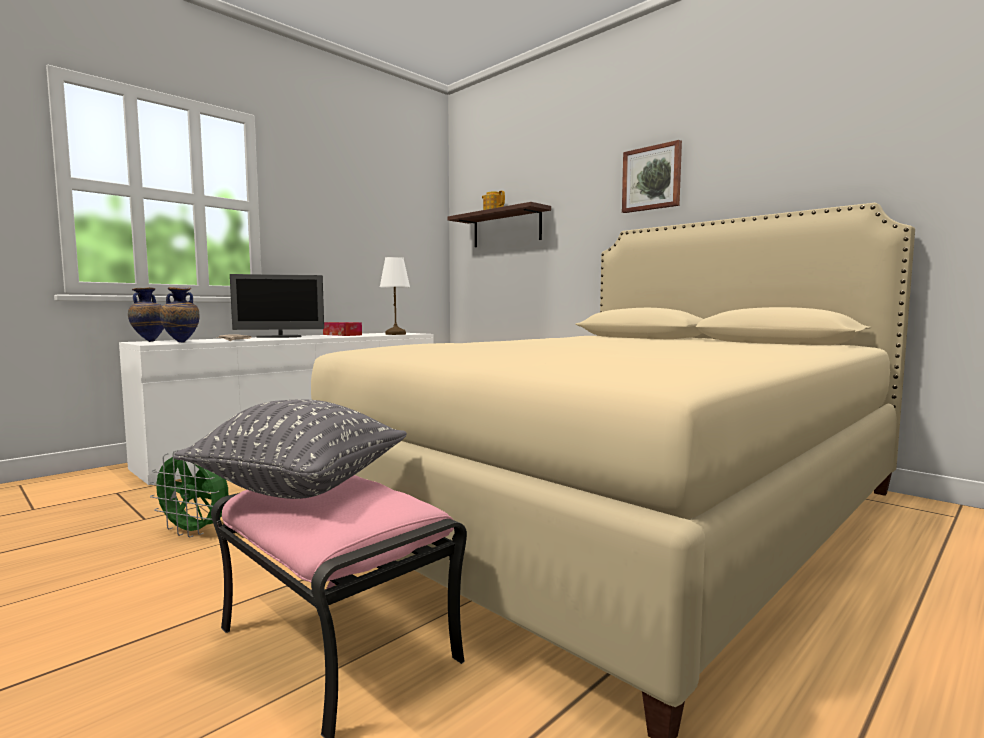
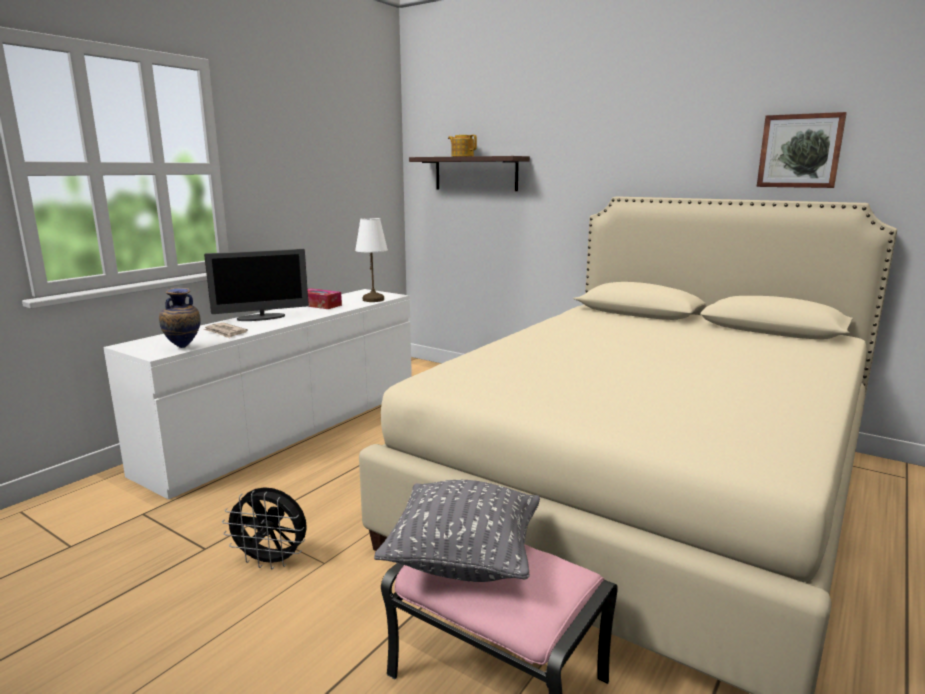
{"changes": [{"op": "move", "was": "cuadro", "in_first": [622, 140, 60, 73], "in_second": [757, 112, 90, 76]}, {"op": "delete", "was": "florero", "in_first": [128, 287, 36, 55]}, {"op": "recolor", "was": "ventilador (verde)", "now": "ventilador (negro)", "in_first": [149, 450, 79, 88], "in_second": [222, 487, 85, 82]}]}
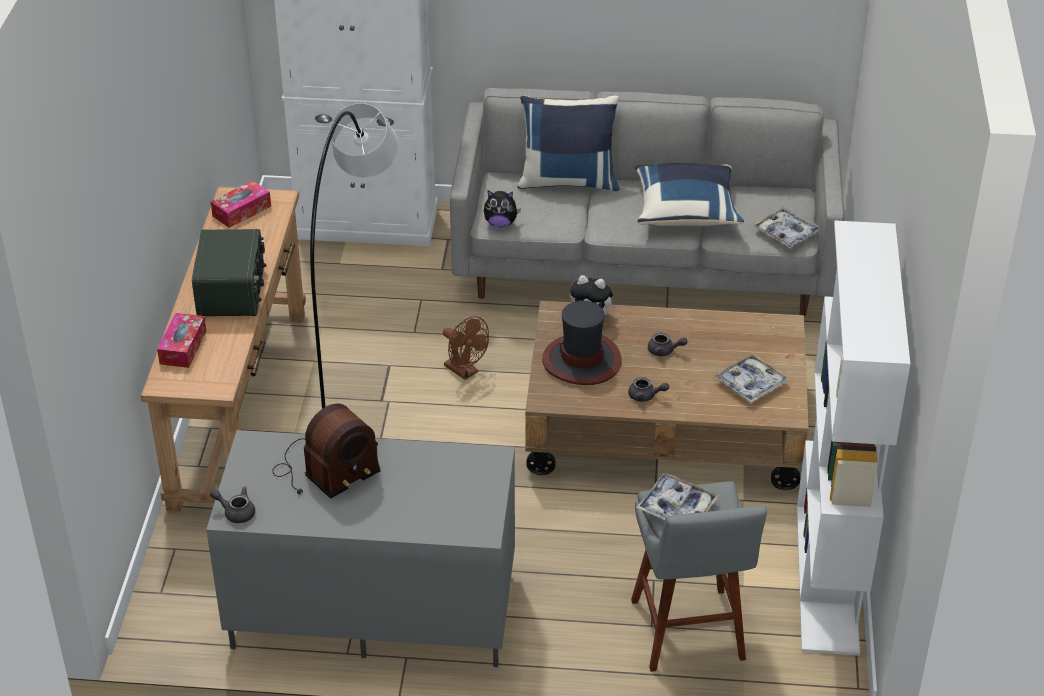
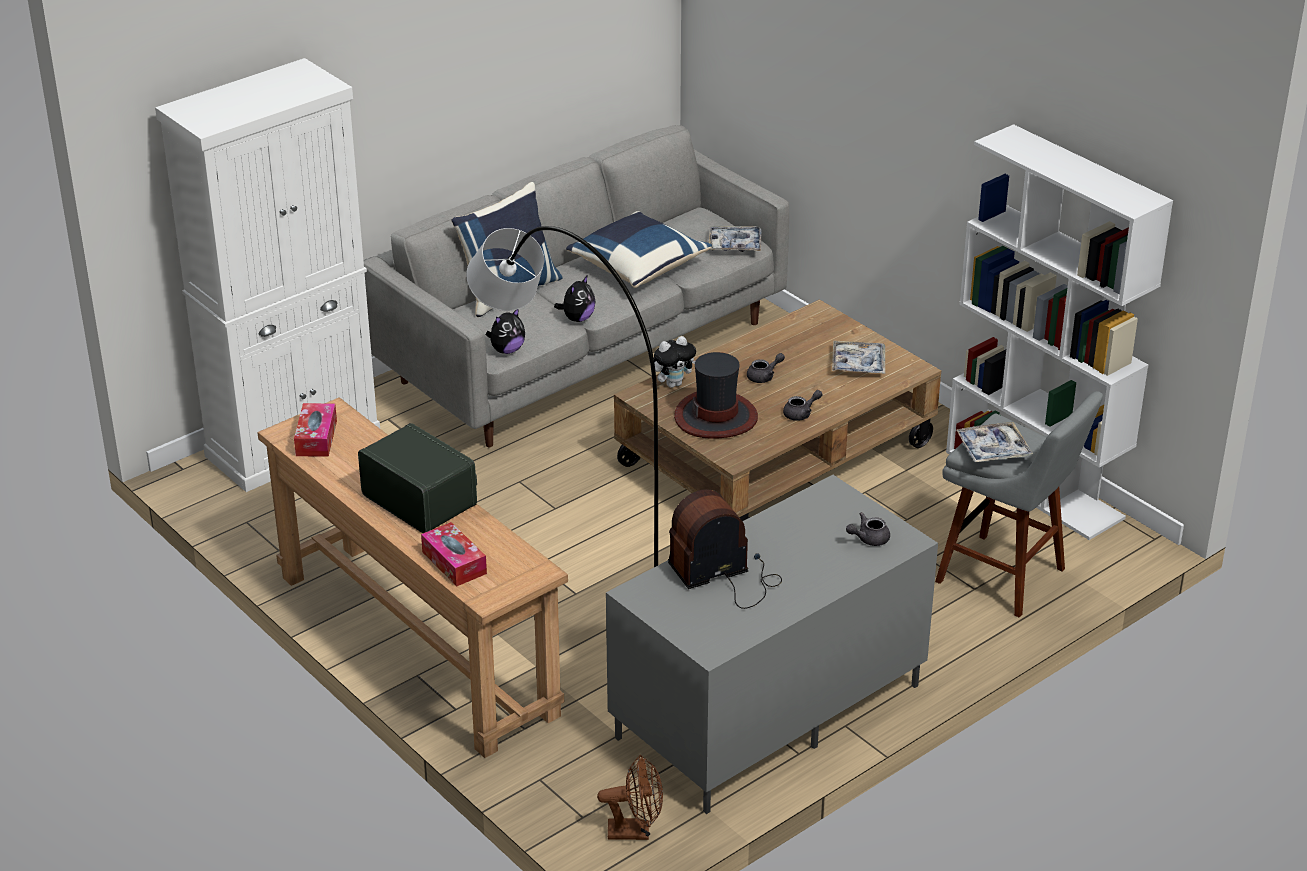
{"changes": [{"op": "move", "was": "ventilador (marrón)", "in_first": [443, 316, 46, 64], "in_second": [597, 755, 66, 85]}, {"op": "rotate", "was": "radio", "in_first": [272, 403, 109, 96], "in_second": [668, 489, 114, 120], "clockwise": -120}, {"op": "move", "was": "tetera (gris)", "in_first": [210, 487, 45, 36], "in_second": [846, 512, 44, 34]}, {"op": "insert", "now": "peluche", "in_second": [554, 275, 41, 47]}]}
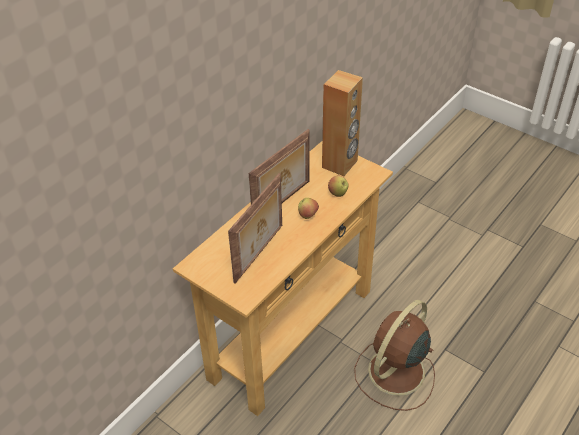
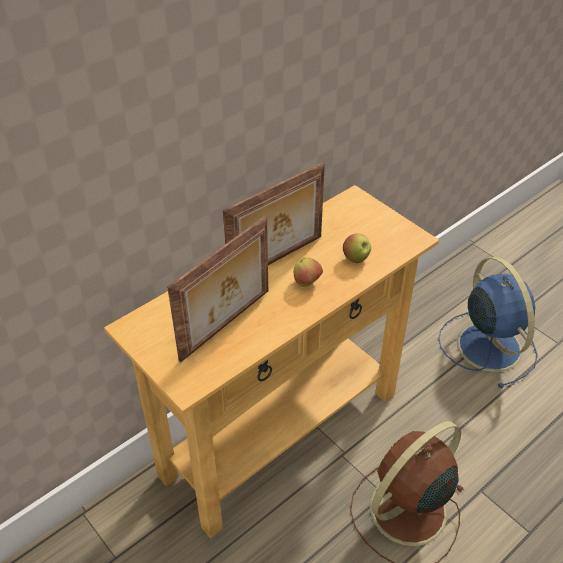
{"changes": [{"op": "delete", "was": "altavoz (marrón)", "in_first": [322, 70, 41, 106]}, {"op": "insert", "now": "ventilador (azul)", "in_second": [438, 257, 100, 131]}]}
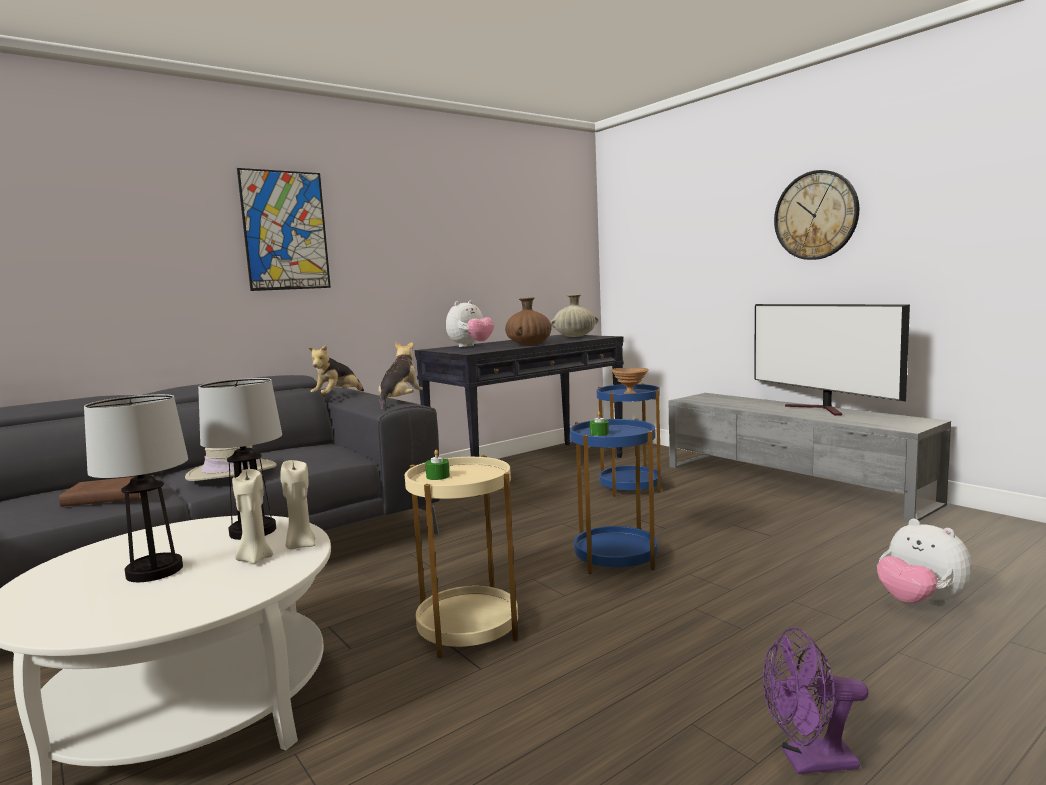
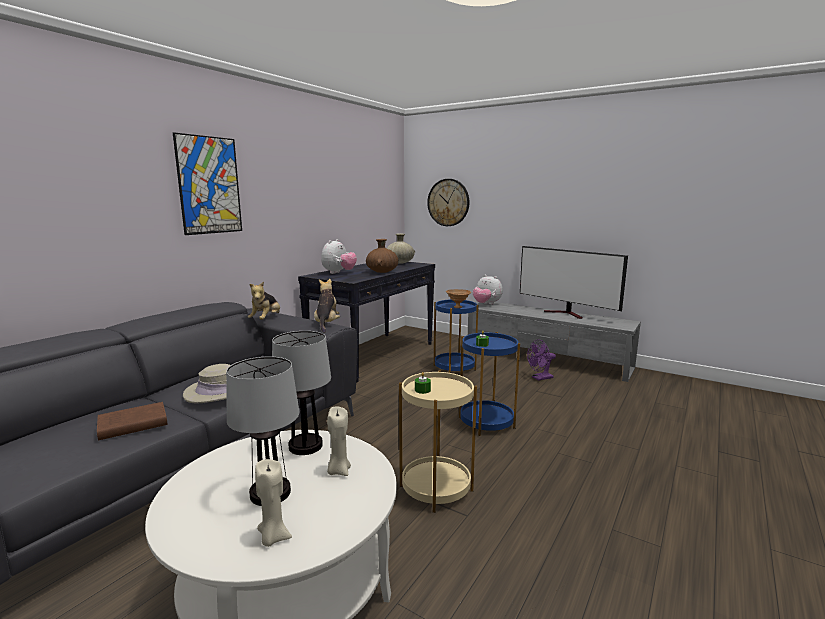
{"changes": [{"op": "move", "was": "reloj de pared", "in_first": [774, 170, 85, 90], "in_second": [427, 179, 43, 47]}, {"op": "move", "was": "vela (beis)", "in_first": [280, 460, 35, 89], "in_second": [255, 459, 37, 88]}, {"op": "move", "was": "peluche", "in_first": [877, 519, 96, 87], "in_second": [473, 275, 30, 30]}, {"op": "move", "was": "ventilador (morado)", "in_first": [763, 627, 105, 147], "in_second": [527, 340, 29, 41]}]}
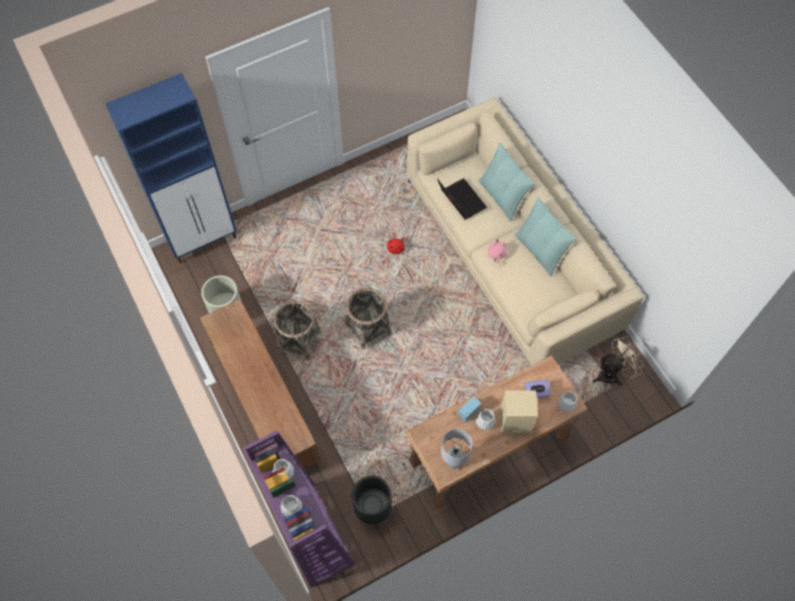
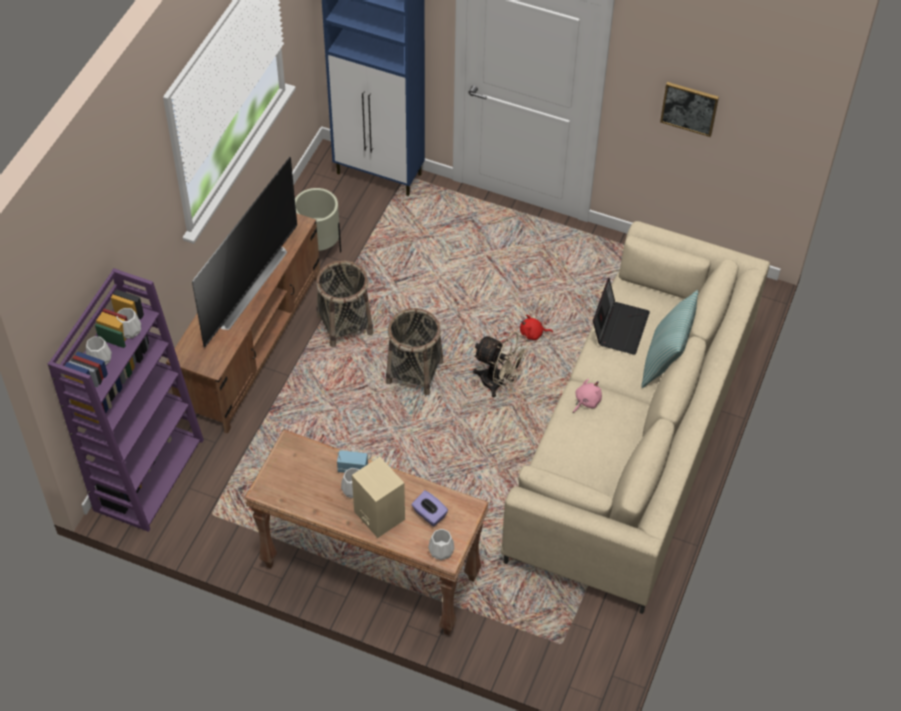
{"changes": [{"op": "delete", "was": "cojín", "in_first": [514, 197, 63, 79]}, {"op": "move", "was": "ventilador (beis)", "in_first": [593, 336, 51, 50], "in_second": [473, 332, 56, 66]}, {"op": "delete", "was": "lámpara de mesa (gris)", "in_first": [441, 429, 32, 39]}, {"op": "delete", "was": "maceta (negro)", "in_first": [352, 476, 40, 53]}, {"op": "insert", "now": "cuadro", "in_second": [660, 82, 59, 55]}, {"op": "insert", "now": "televisor", "in_second": [192, 157, 105, 191]}]}
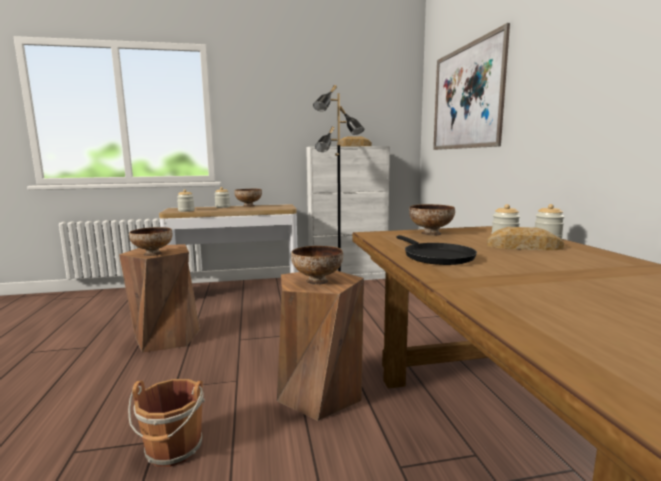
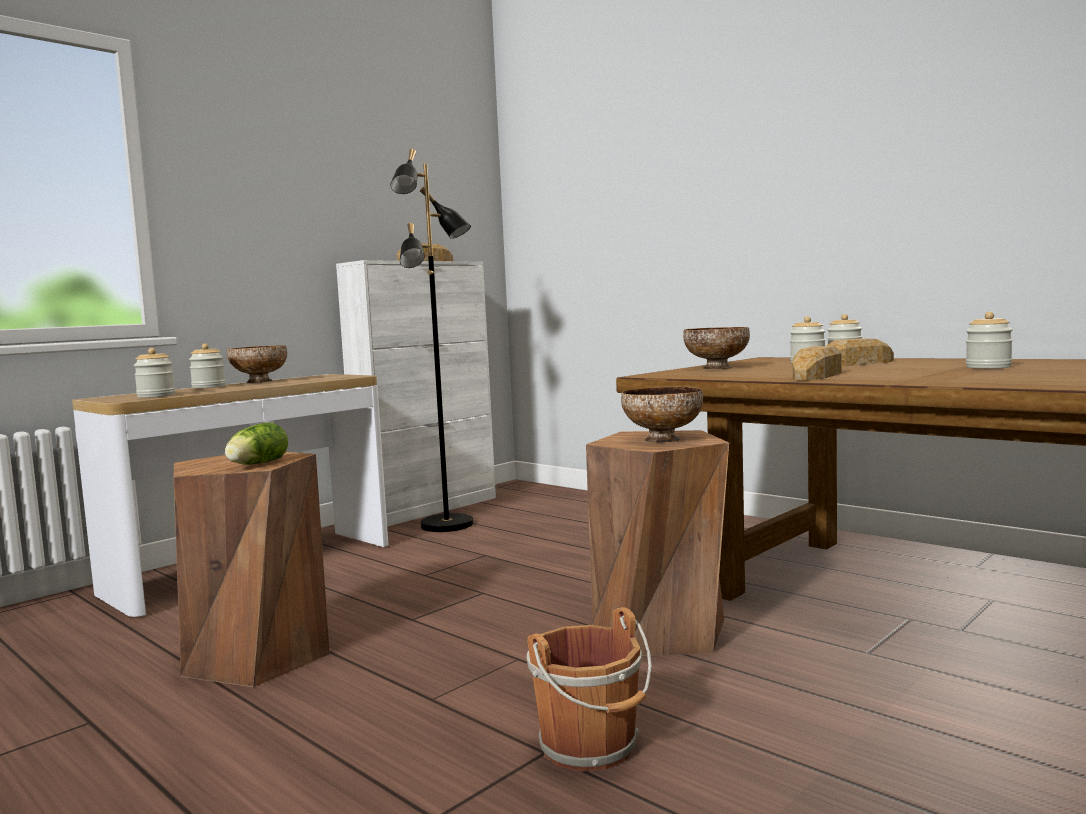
{"changes": [{"op": "delete", "was": "cuadro", "in_first": [433, 23, 77, 127]}, {"op": "replace", "was": "cuenco", "now": "lechuga", "in_first": [129, 227, 43, 29], "in_second": [225, 423, 63, 42]}, {"op": "replace", "was": "sartén (negro)", "now": "pan", "in_first": [396, 235, 81, 30], "in_second": [792, 346, 50, 35]}, {"op": "insert", "now": "tarro", "in_second": [966, 312, 47, 57]}]}
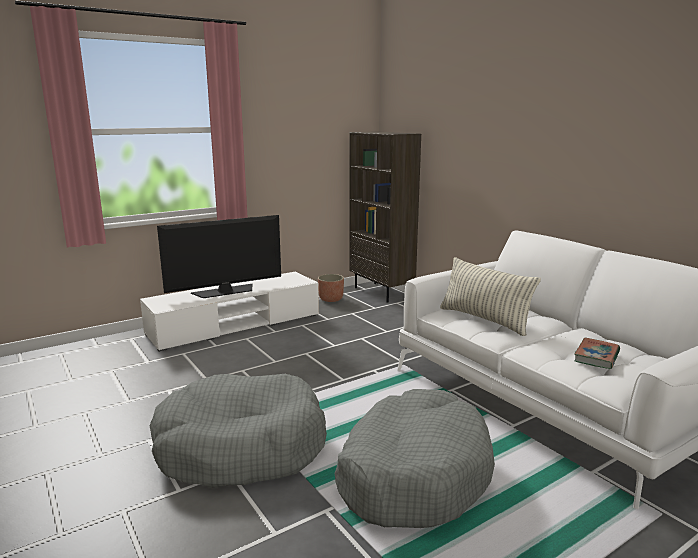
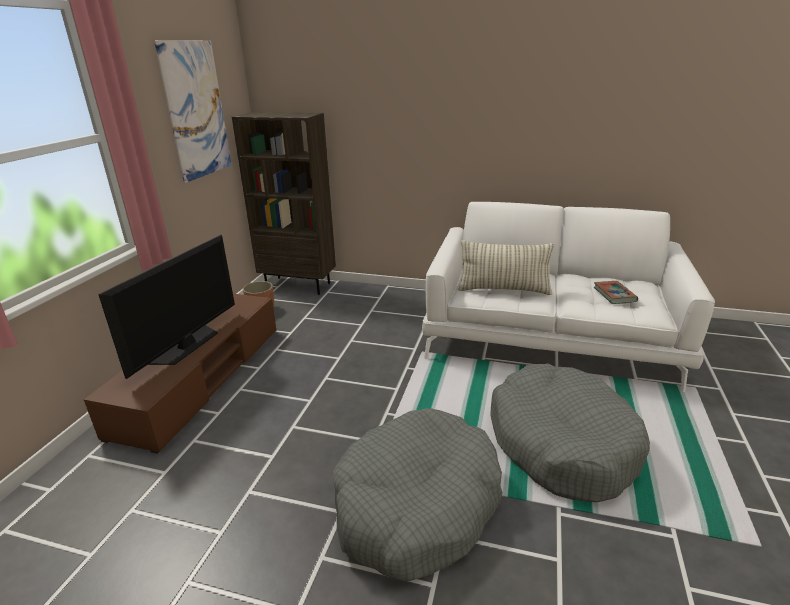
{"changes": [{"op": "recolor", "was": "mueble de televisión (blanco)", "now": "mueble de televisión (marrón)", "in_first": [140, 271, 179, 81], "in_second": [84, 294, 192, 160]}, {"op": "insert", "now": "cuadro", "in_second": [154, 40, 77, 143]}]}
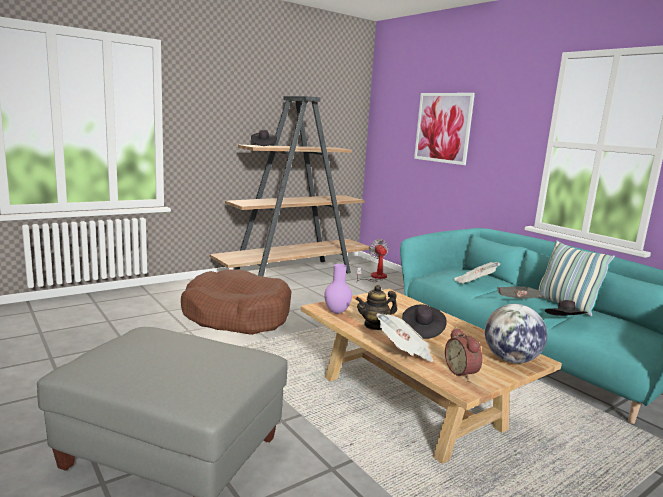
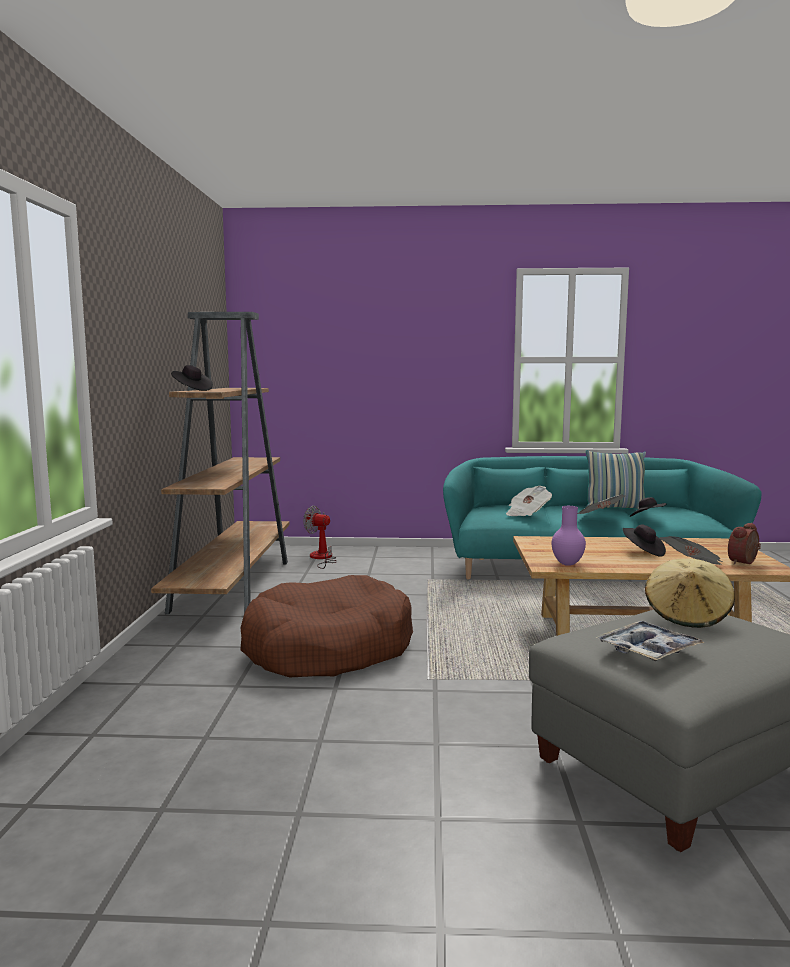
{"changes": [{"op": "delete", "was": "cuadro", "in_first": [414, 93, 61, 72]}, {"op": "delete", "was": "tetera", "in_first": [356, 285, 41, 45]}, {"op": "delete", "was": "globo terráqueo", "in_first": [485, 304, 62, 59]}, {"op": "rotate", "was": "despertador", "in_first": [445, 328, 37, 52], "in_second": [728, 523, 33, 42], "clockwise": 120}, {"op": "insert", "now": "sombrero (beis)", "in_second": [645, 558, 90, 70]}, {"op": "insert", "now": "bandeja", "in_second": [595, 621, 110, 40]}]}
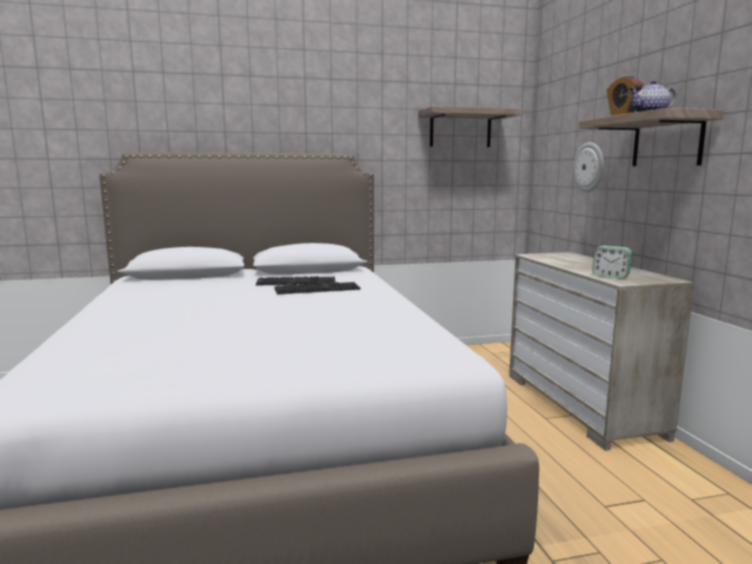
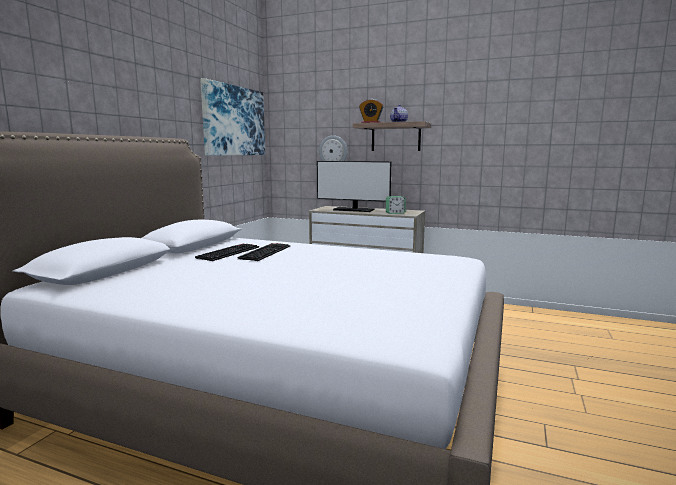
{"changes": [{"op": "replace", "was": "estante", "now": "cuadro", "in_first": [418, 106, 104, 41], "in_second": [200, 78, 65, 78]}, {"op": "insert", "now": "monitor", "in_second": [317, 161, 74, 51]}]}
